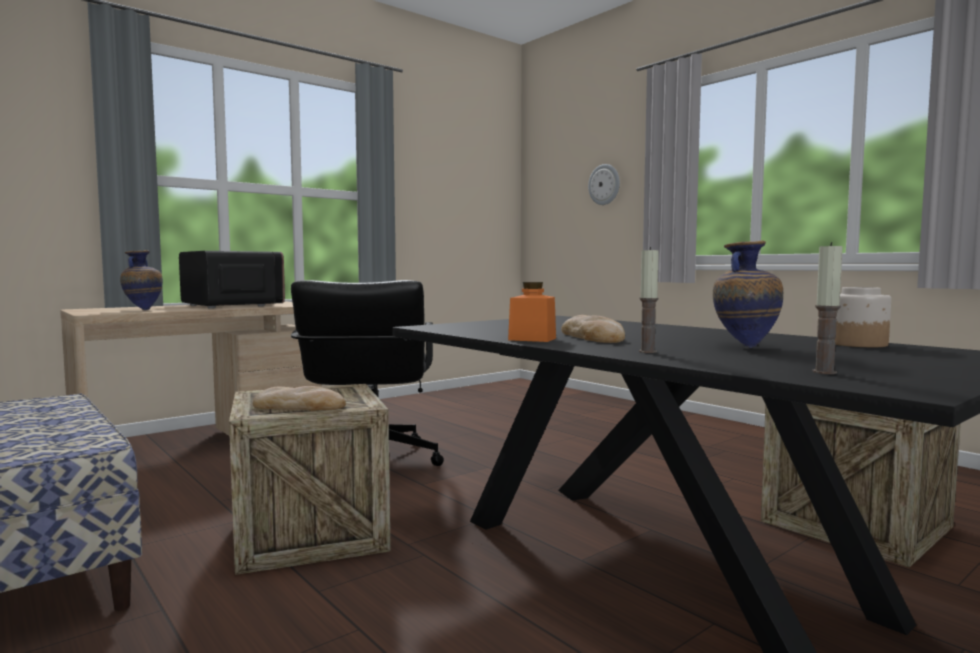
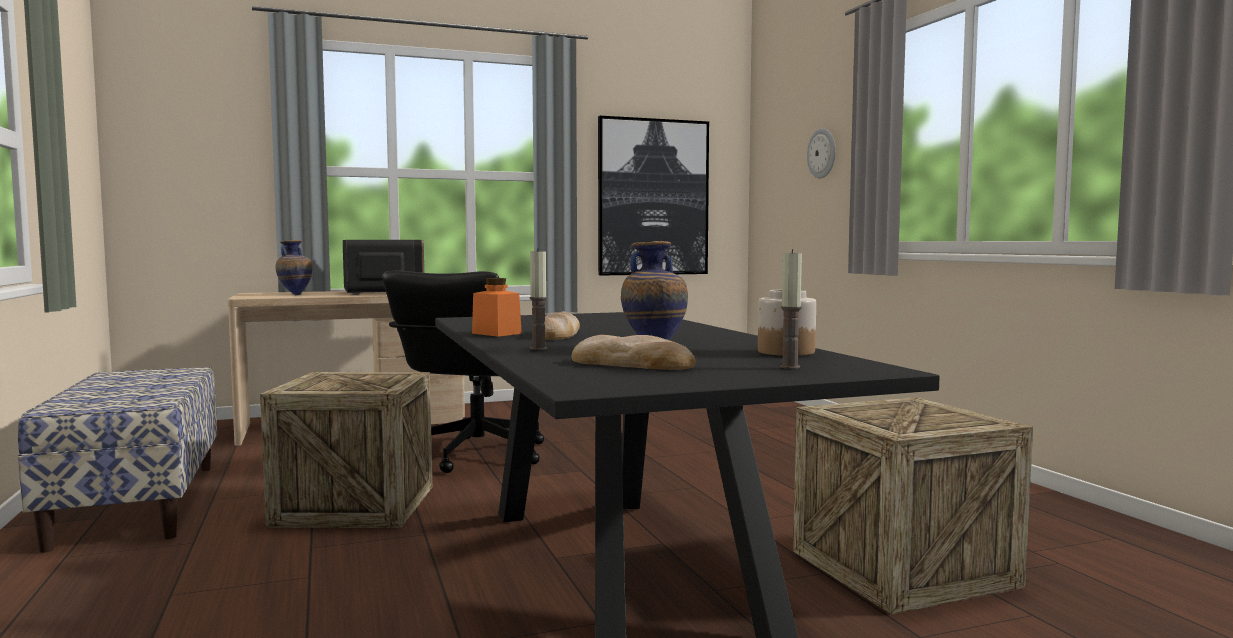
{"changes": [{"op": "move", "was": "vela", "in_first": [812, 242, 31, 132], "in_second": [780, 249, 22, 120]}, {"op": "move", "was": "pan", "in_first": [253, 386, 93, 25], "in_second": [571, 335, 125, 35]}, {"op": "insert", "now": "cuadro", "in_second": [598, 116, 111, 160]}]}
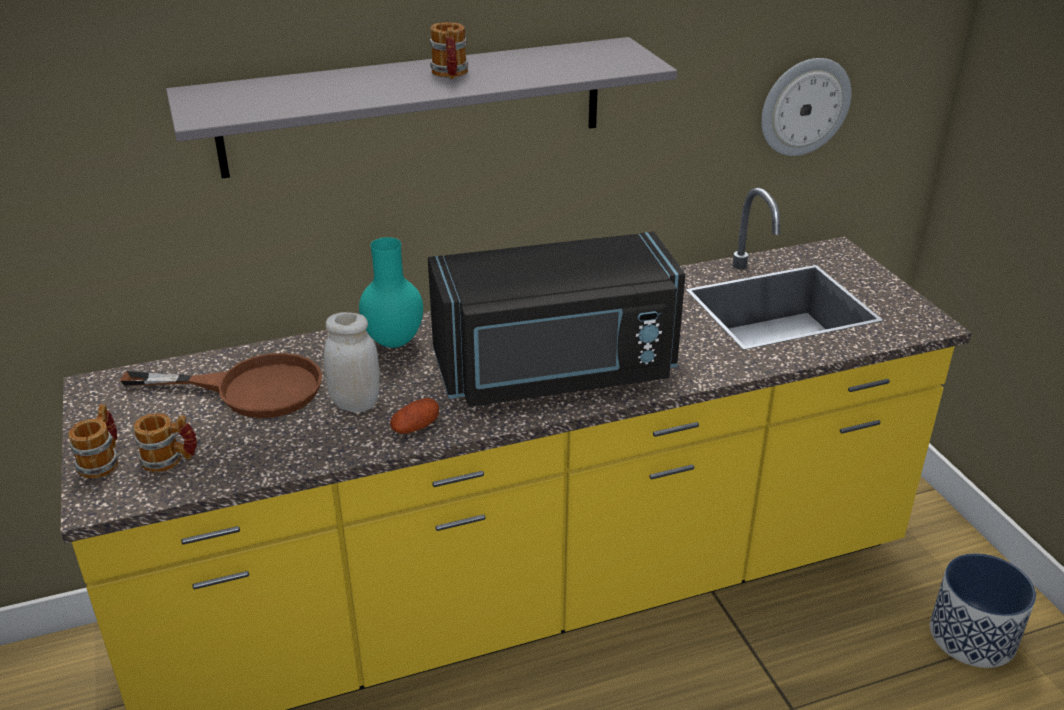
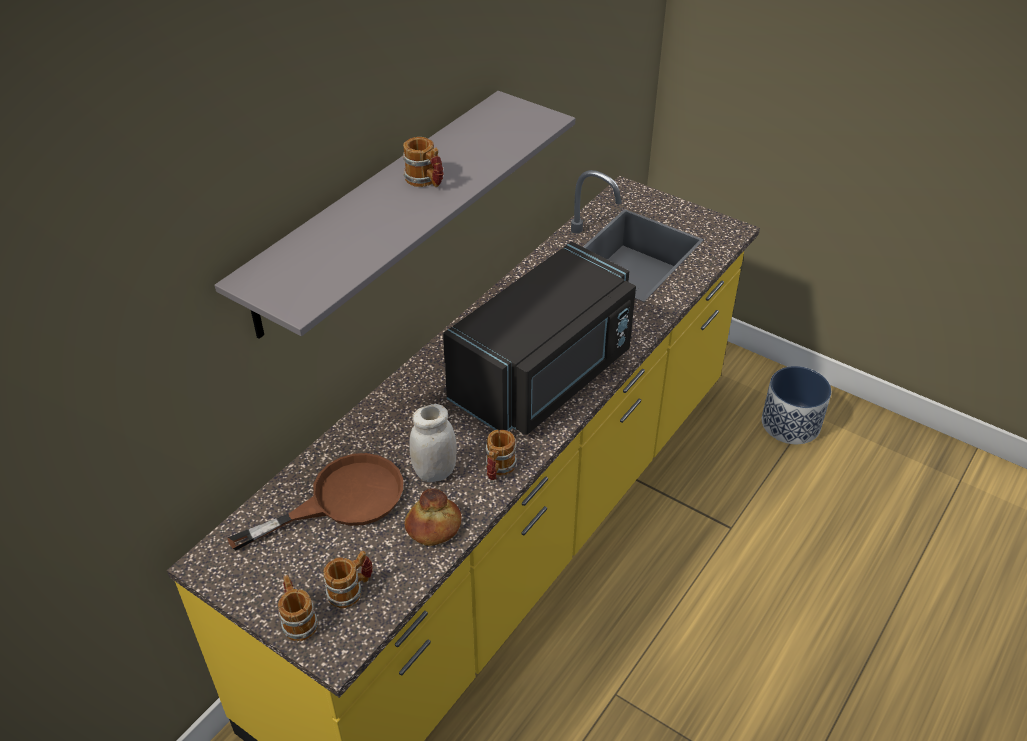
{"changes": [{"op": "delete", "was": "reloj de pared", "in_first": [761, 58, 91, 98]}, {"op": "delete", "was": "florero (turquesa)", "in_first": [359, 237, 64, 111]}, {"op": "replace", "was": "patata", "now": "taza grande", "in_first": [390, 398, 49, 36], "in_second": [485, 429, 33, 51]}, {"op": "insert", "now": "pan", "in_second": [405, 488, 57, 58]}]}
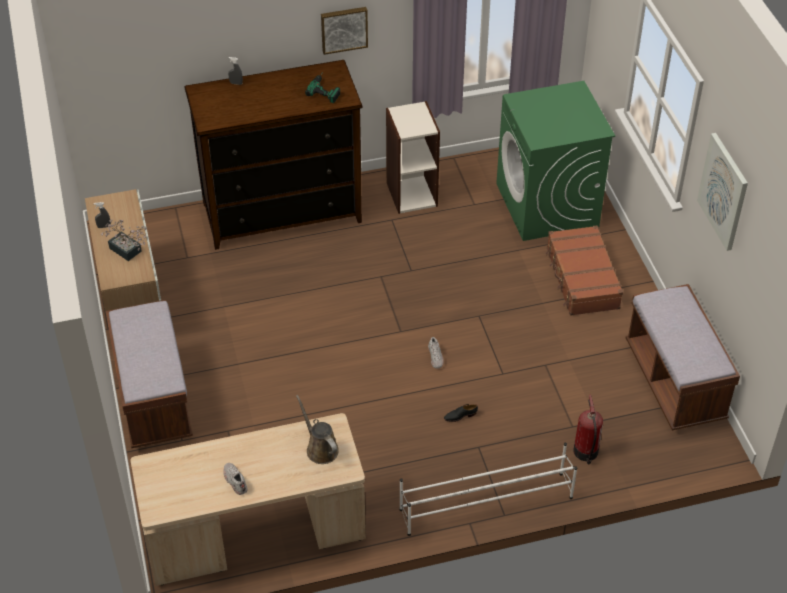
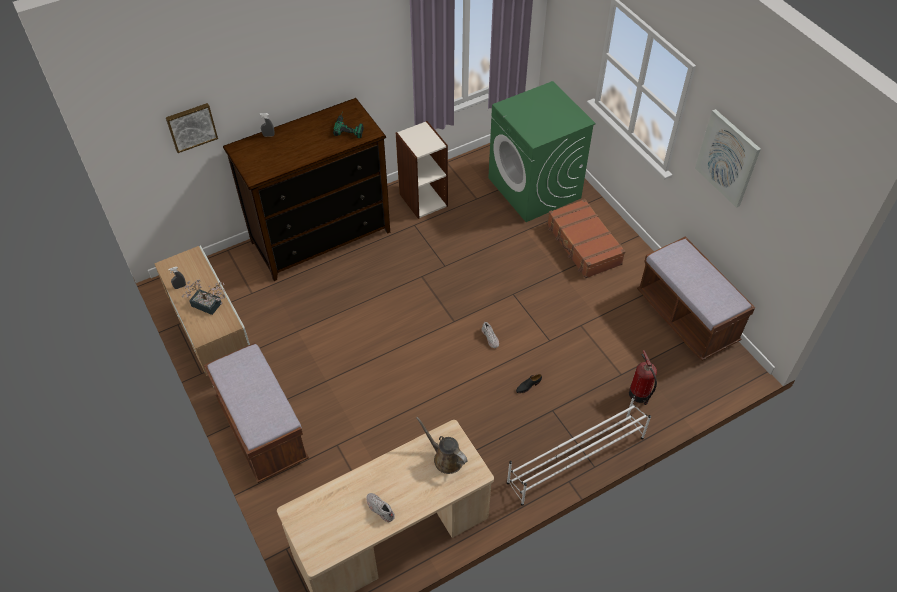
{"changes": [{"op": "move", "was": "cuadro", "in_first": [321, 7, 47, 48], "in_second": [166, 103, 52, 50]}]}
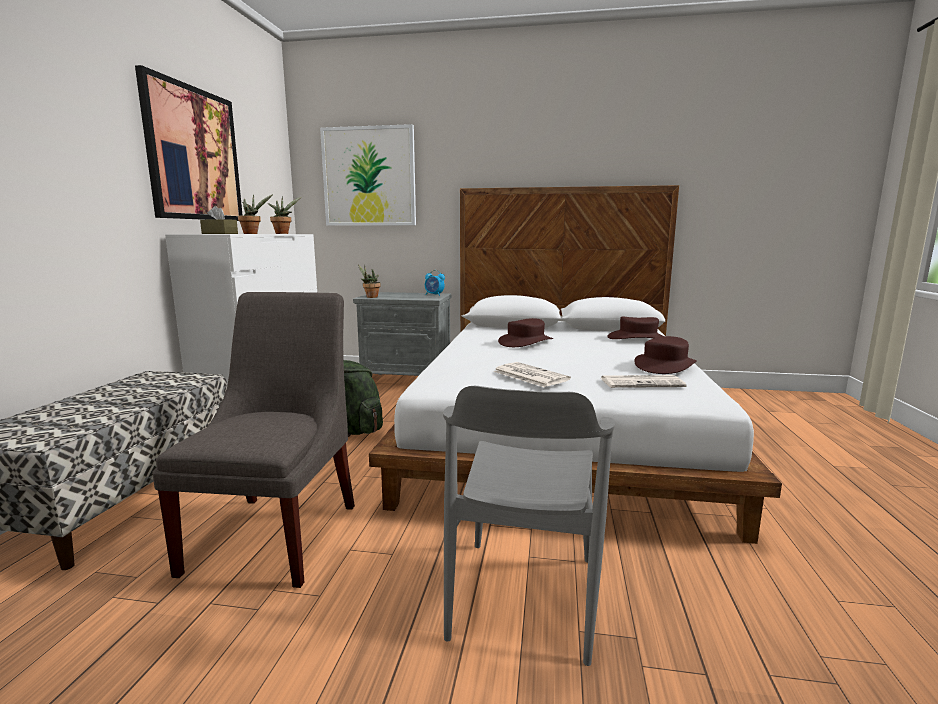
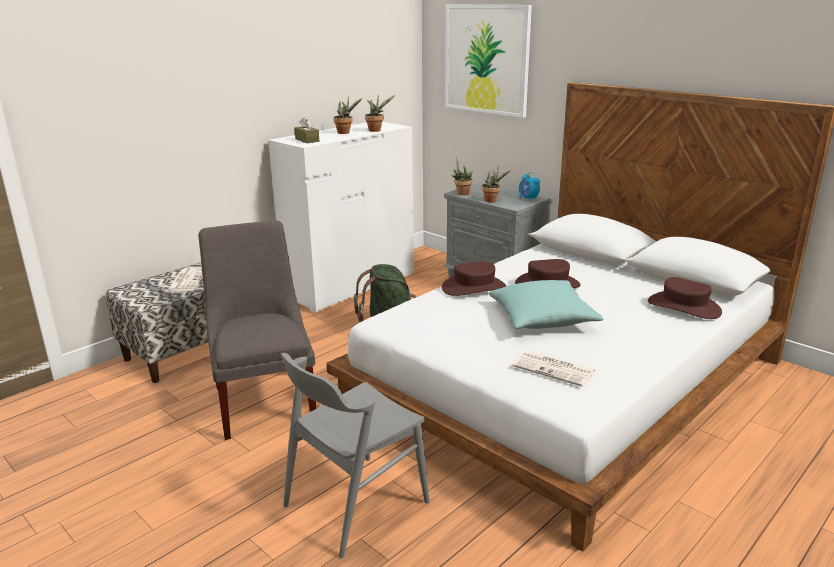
{"changes": [{"op": "delete", "was": "cuadro", "in_first": [135, 65, 107, 156]}, {"op": "rotate", "was": "silla (gris)", "in_first": [152, 292, 203, 296], "in_second": [198, 220, 118, 220], "clockwise": -60}, {"op": "move", "was": "sombrero (marrón)", "in_first": [634, 336, 63, 38], "in_second": [442, 261, 64, 35]}, {"op": "move", "was": "periódico", "in_first": [493, 362, 78, 25], "in_second": [166, 267, 37, 25]}, {"op": "insert", "now": "planta en maceta", "in_second": [482, 167, 29, 35]}, {"op": "insert", "now": "cojín (turquesa)", "in_second": [488, 280, 116, 49]}]}
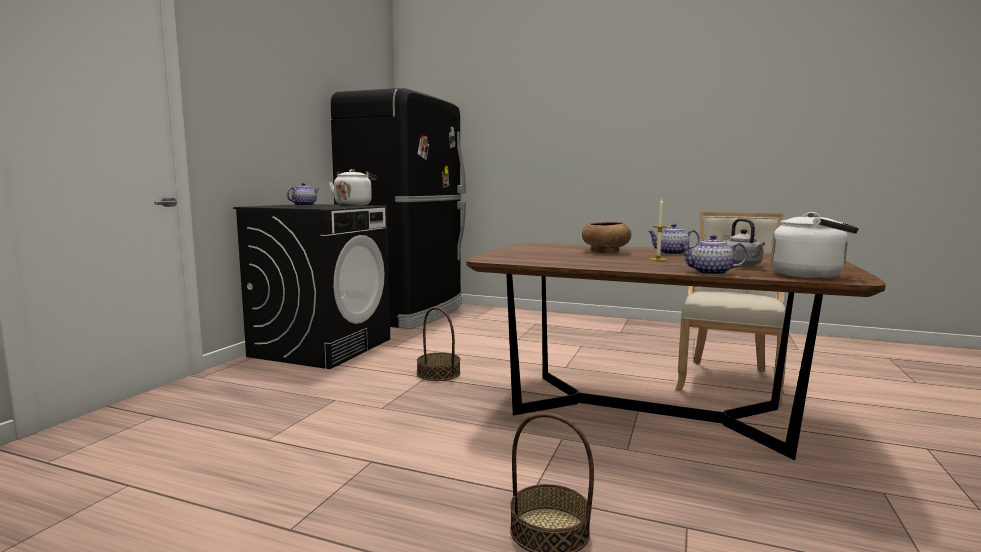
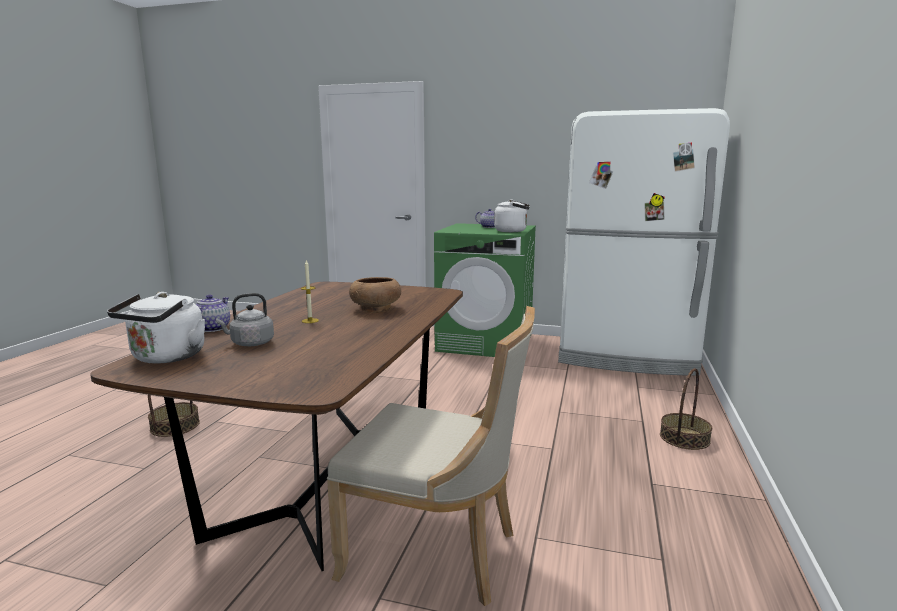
{"changes": [{"op": "recolor", "was": "nevera (negro)", "now": "nevera (blanco)", "in_first": [331, 88, 135, 241], "in_second": [558, 108, 172, 267]}, {"op": "recolor", "was": "lavadora (negro)", "now": "lavadora (verde)", "in_first": [233, 204, 157, 165], "in_second": [434, 223, 102, 134]}, {"op": "delete", "was": "tetera", "in_first": [648, 224, 52, 31]}, {"op": "move", "was": "cesta", "in_first": [417, 307, 43, 74], "in_second": [660, 368, 52, 82]}]}
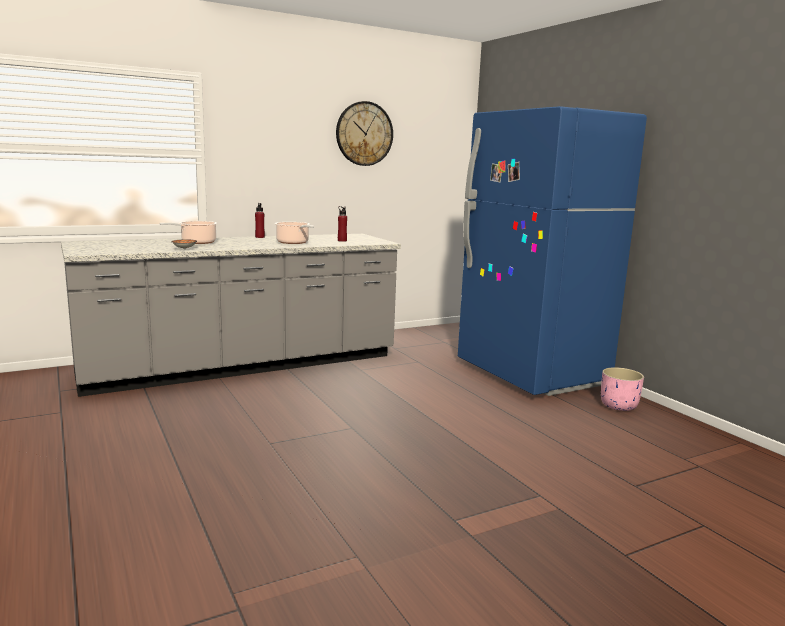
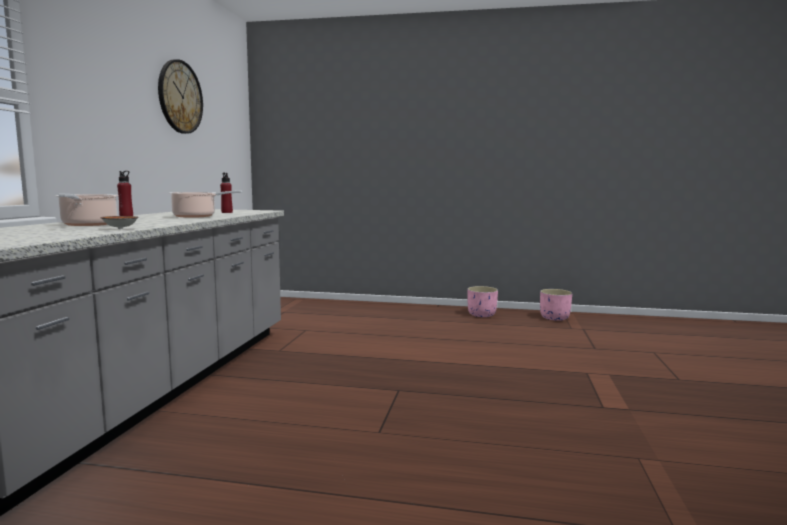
{"changes": [{"op": "delete", "was": "nevera (azul)", "in_first": [458, 106, 189, 290]}, {"op": "insert", "now": "maceta (rosa)", "in_second": [540, 289, 32, 32]}]}
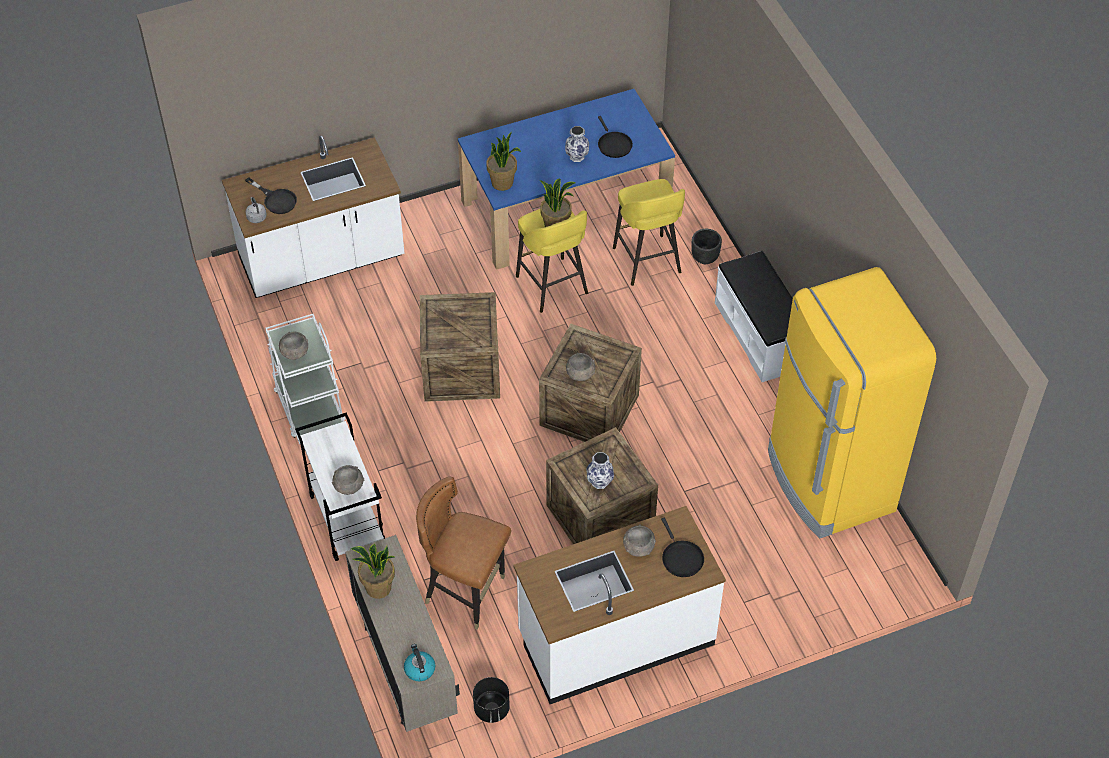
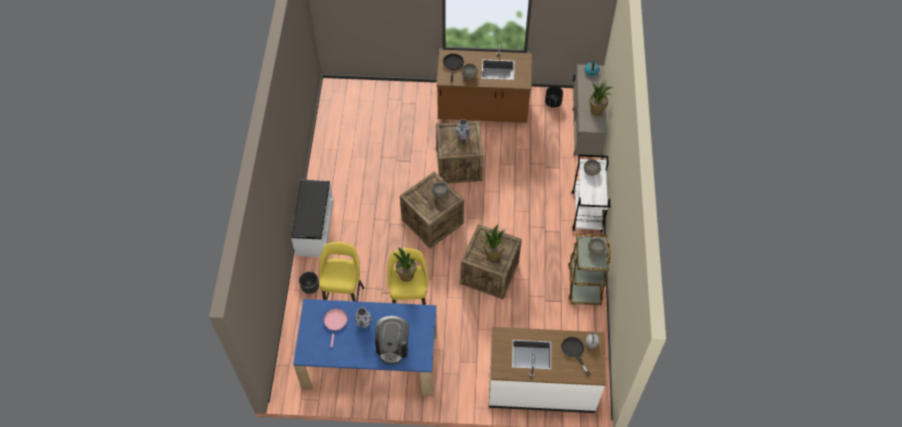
{"changes": [{"op": "recolor", "was": "sartén (negro)", "now": "sartén (rosa)", "in_first": [598, 116, 35, 42], "in_second": [323, 308, 25, 39]}, {"op": "move", "was": "planta en maceta", "in_first": [486, 132, 35, 59], "in_second": [484, 224, 21, 37]}, {"op": "delete", "was": "nevera (amarillo)", "in_first": [768, 267, 168, 271]}, {"op": "recolor", "was": "carrito (blanco)", "now": "carrito (marrón)", "in_first": [265, 314, 81, 130], "in_second": [568, 234, 42, 71]}, {"op": "delete", "was": "silla (marrón)", "in_first": [416, 477, 95, 153]}, {"op": "recolor", "was": "mueble bajo de cocina (blanco)", "now": "mueble bajo de cocina (marrón)", "in_first": [514, 506, 212, 198], "in_second": [437, 43, 95, 80]}, {"op": "insert", "now": "cafetera", "in_second": [375, 316, 34, 49]}]}
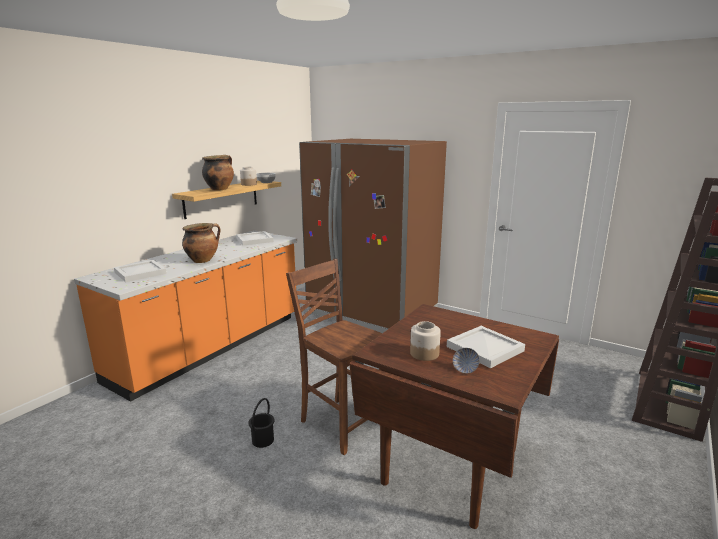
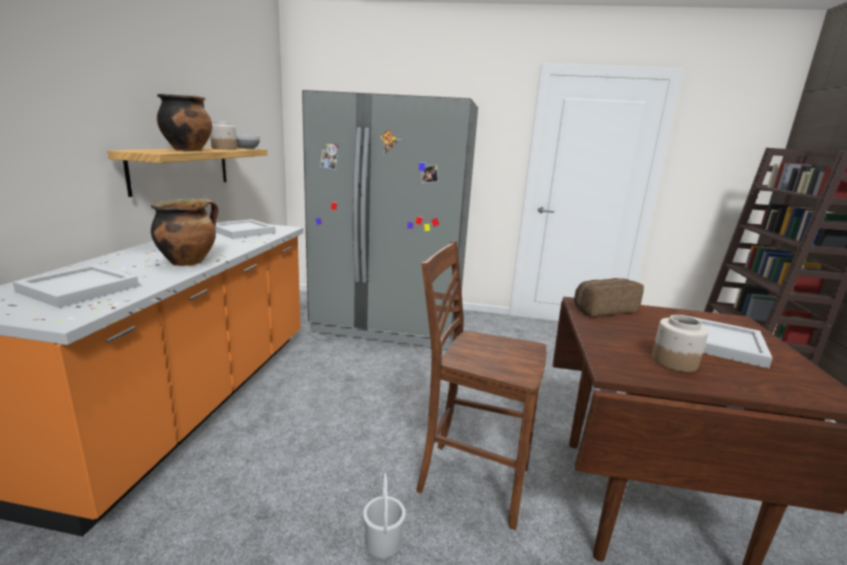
{"changes": [{"op": "recolor", "was": "nevera (marrón)", "now": "nevera (gris)", "in_first": [299, 139, 148, 194], "in_second": [302, 90, 176, 259]}, {"op": "delete", "was": "cuenco", "in_first": [453, 348, 27, 26]}, {"op": "recolor", "was": "cubo (negro)", "now": "cubo (blanco)", "in_first": [248, 398, 26, 50], "in_second": [363, 473, 43, 85]}, {"op": "insert", "now": "pan", "in_second": [574, 278, 70, 39]}]}
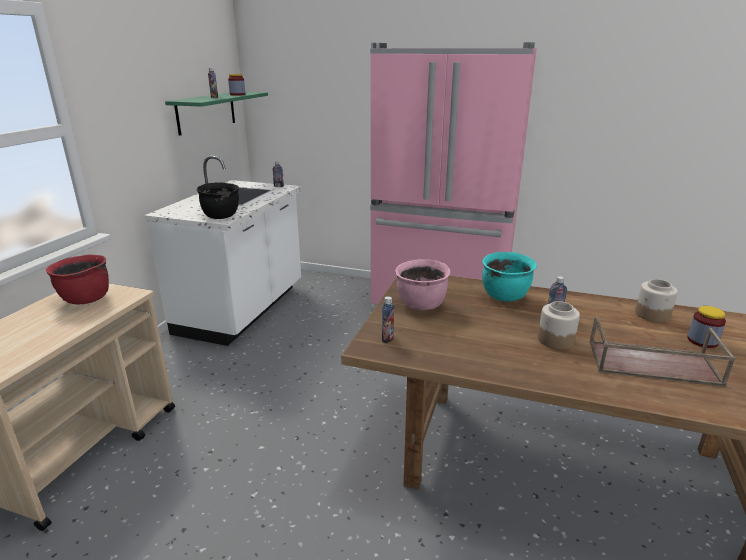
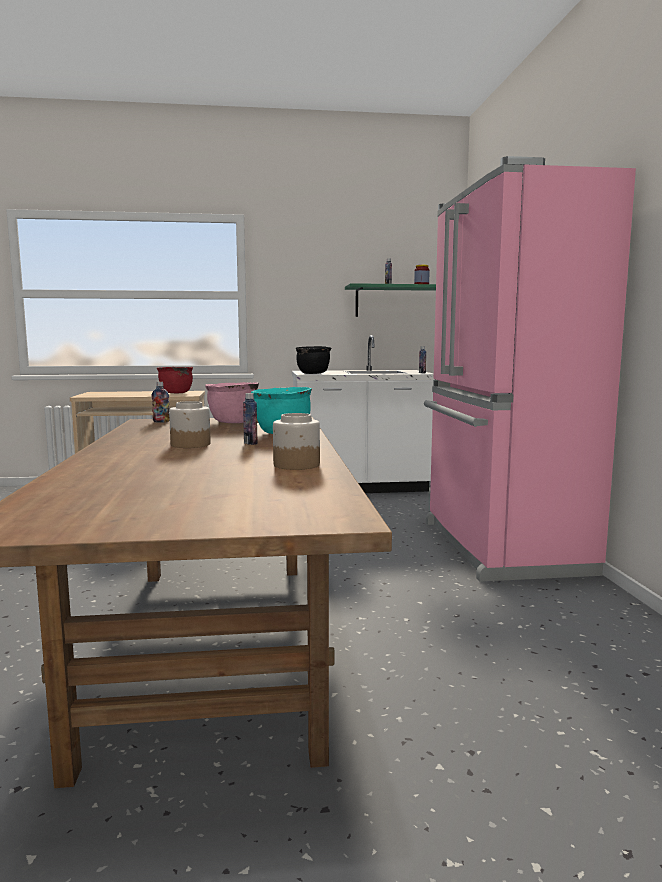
{"changes": [{"op": "delete", "was": "tarro", "in_first": [687, 306, 39, 42]}, {"op": "delete", "was": "bandeja (marrón)", "in_first": [589, 317, 147, 70]}]}
